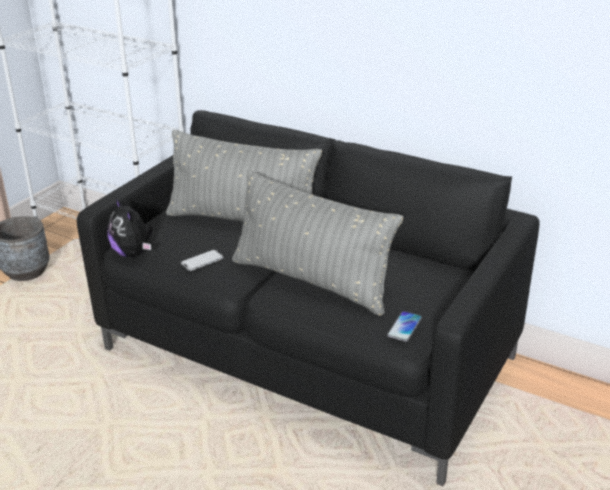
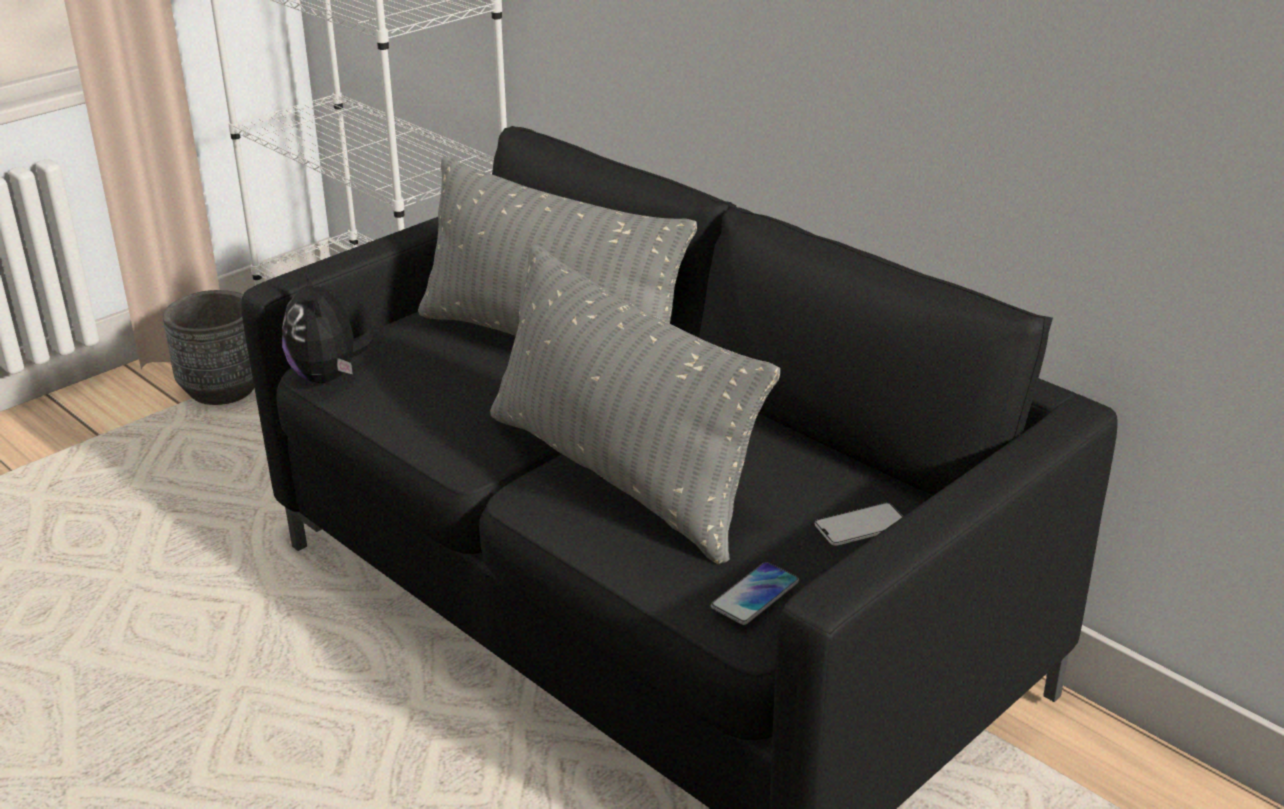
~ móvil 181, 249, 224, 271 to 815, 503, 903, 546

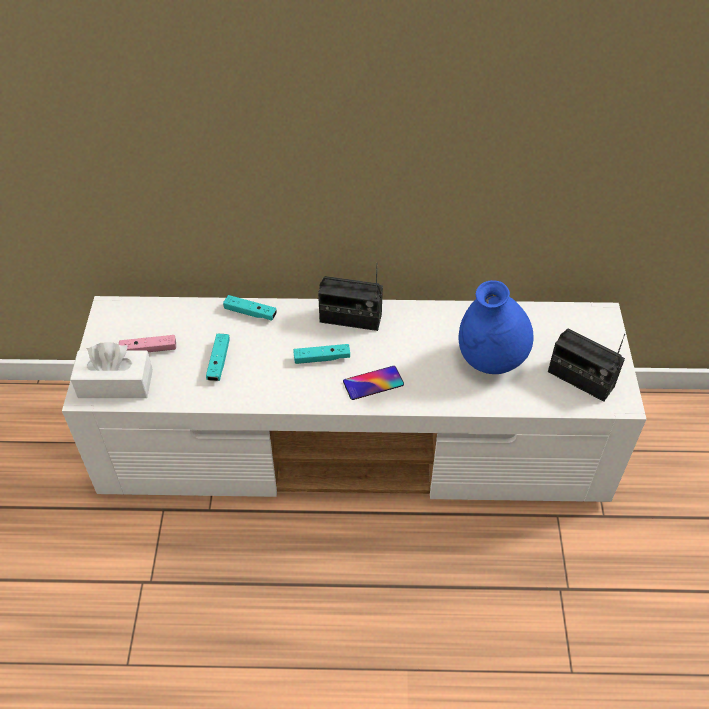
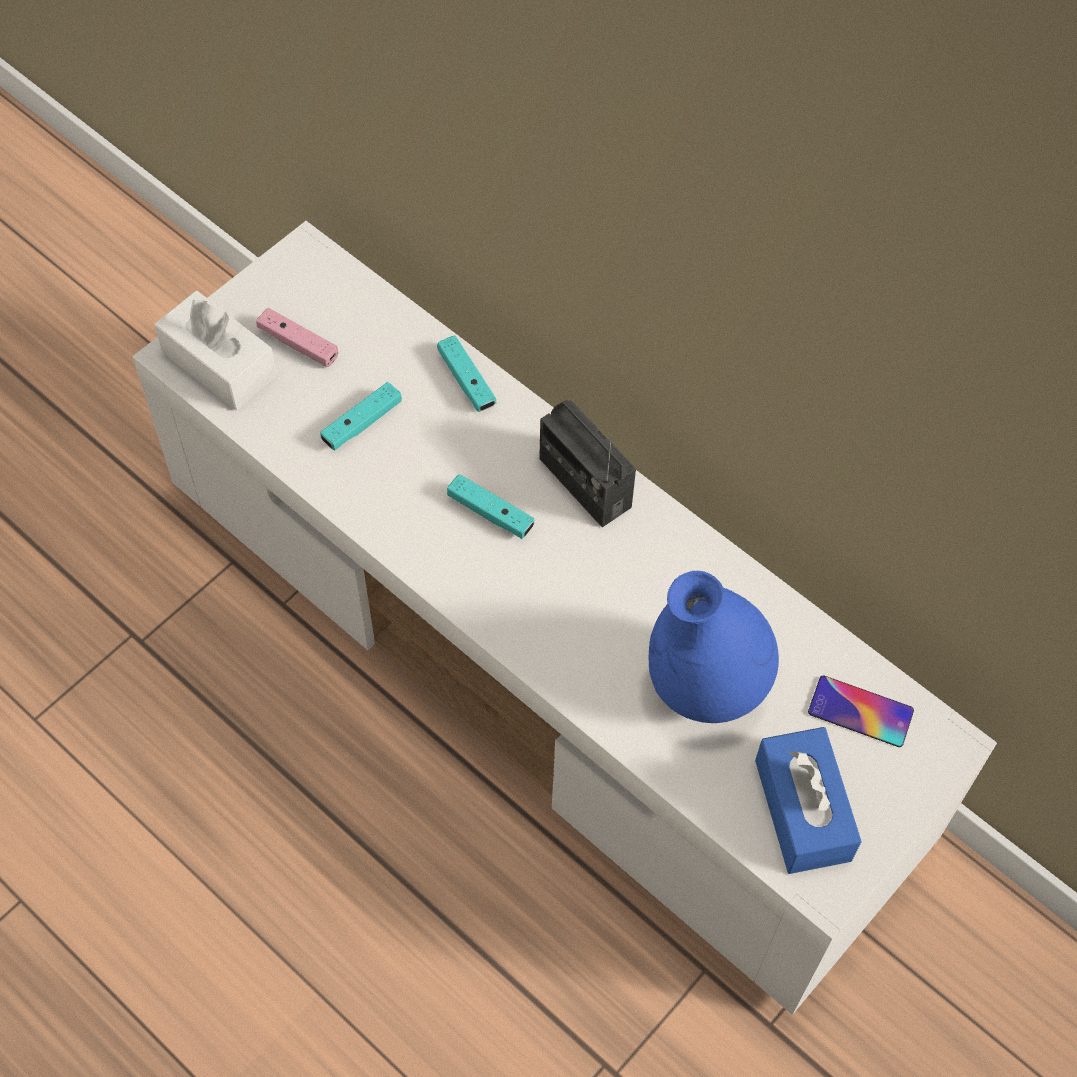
~ radio 548, 328, 625, 402 to caja de pañuelos/azul 755, 727, 862, 874
~ móvil 343, 366, 404, 400 to 808, 675, 914, 747

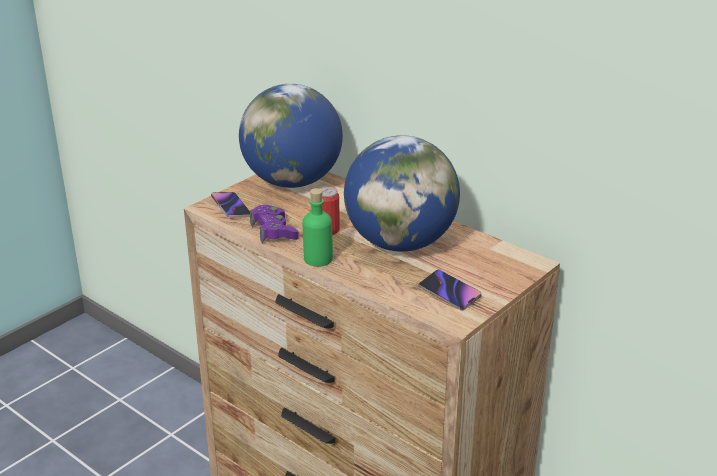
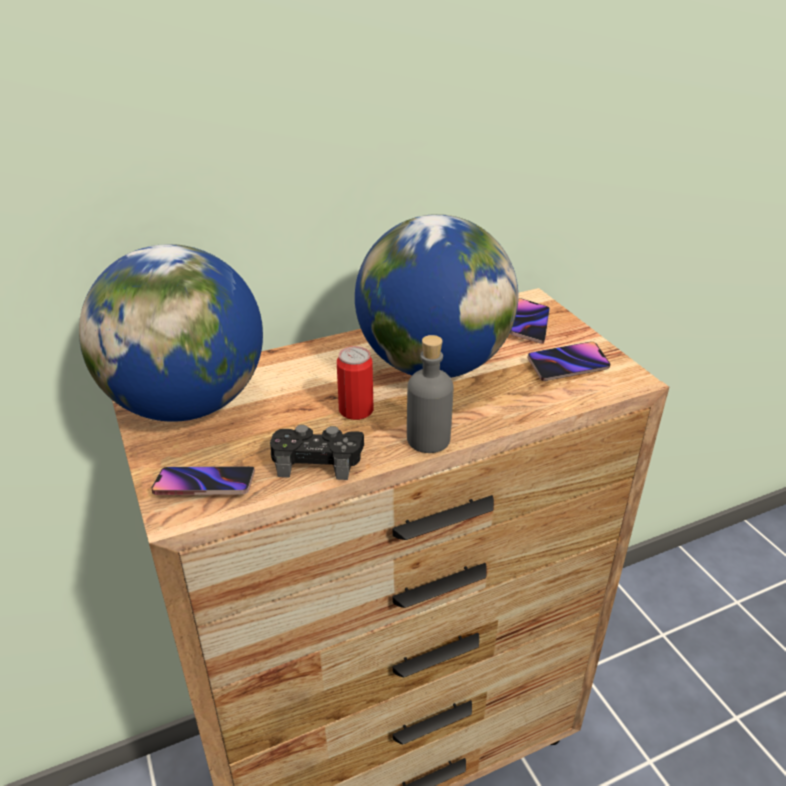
~ botella/verde 303, 188, 333, 267 to botella/gris 407, 335, 454, 453
~ mando de consola/morado 250, 205, 299, 243 to mando de consola/negro 270, 425, 364, 480
+ móvil 510, 298, 550, 344

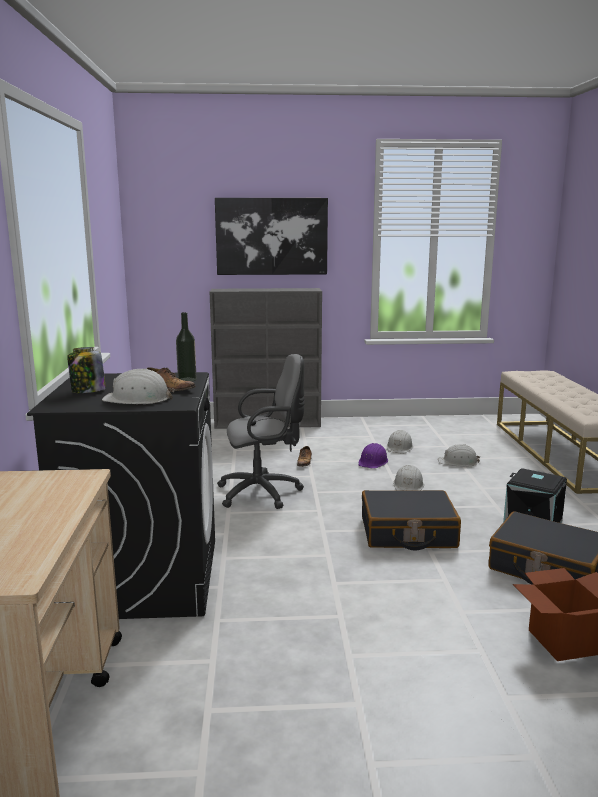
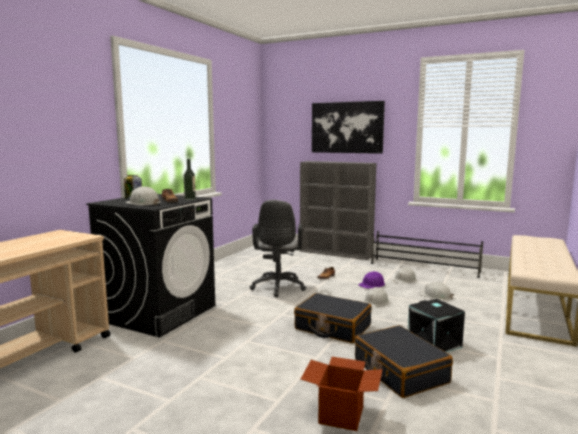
~ silla de oficina/gris 217, 354, 305, 509 = 250, 200, 306, 297 75 degrees clockwise
+ zapatero/negro 371, 231, 483, 278

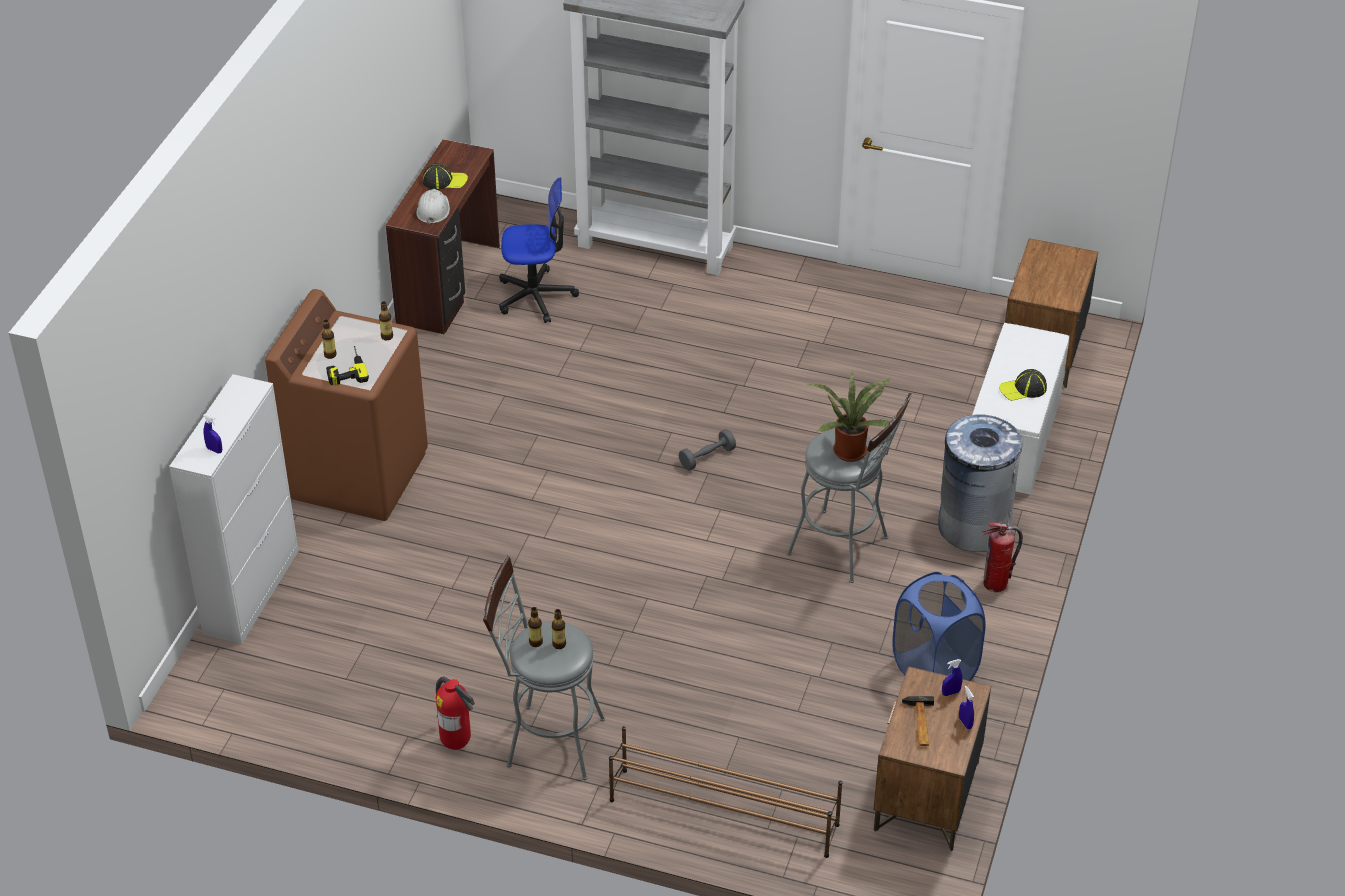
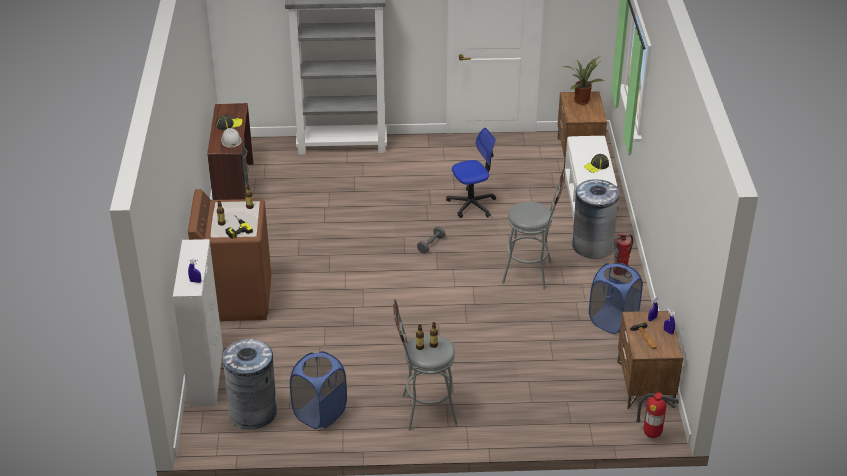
~ silla de oficina 499, 178, 579, 323 to 446, 128, 496, 218
~ planta en maceta 807, 372, 890, 462 to 563, 57, 604, 105
~ extintor 436, 676, 475, 750 to 636, 393, 679, 438
- zapatero/marrón 609, 726, 843, 858
+ papelera/gris 222, 339, 277, 430
+ cesto de la ropa/azul 290, 351, 347, 429

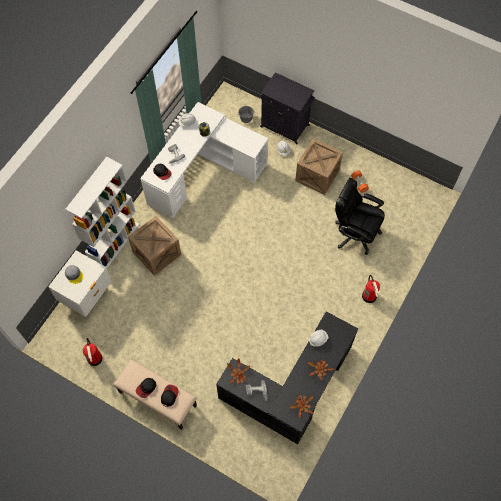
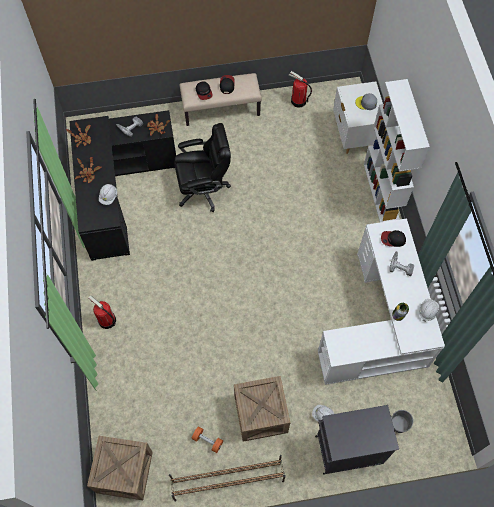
~ silla de oficina/negro 335, 178, 385, 255 to 174, 123, 231, 212
~ caja de embalaje 128, 216, 181, 276 to 87, 436, 153, 500
+ zapatero/marrón 169, 455, 286, 502

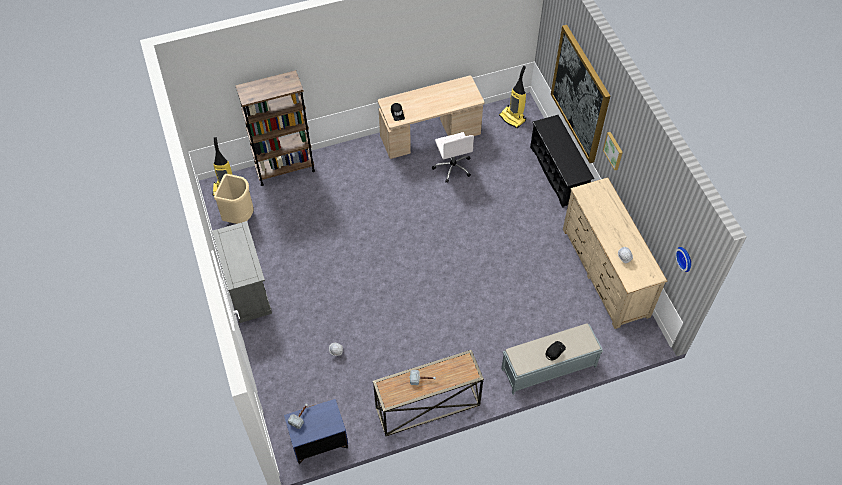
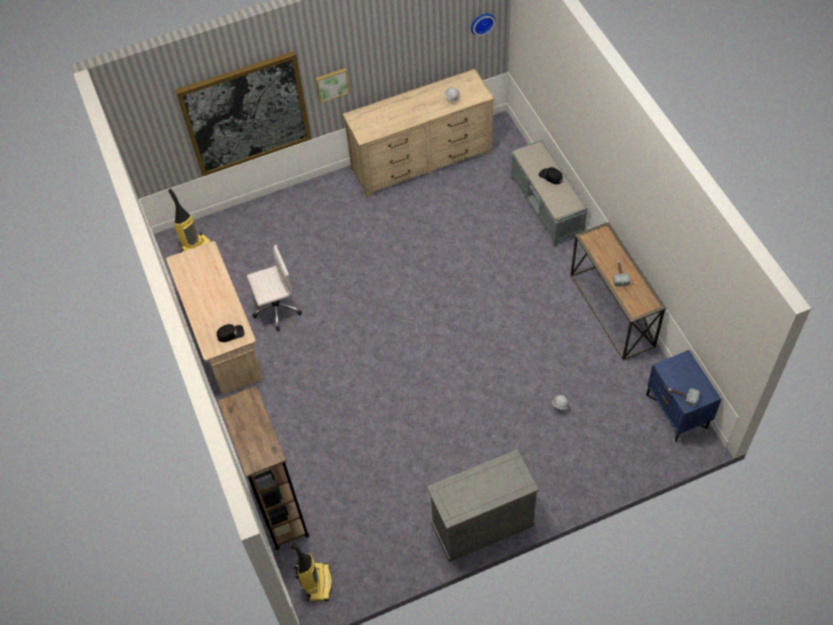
- zapatero/negro 530, 115, 594, 208
- papelera/beis 214, 174, 254, 224

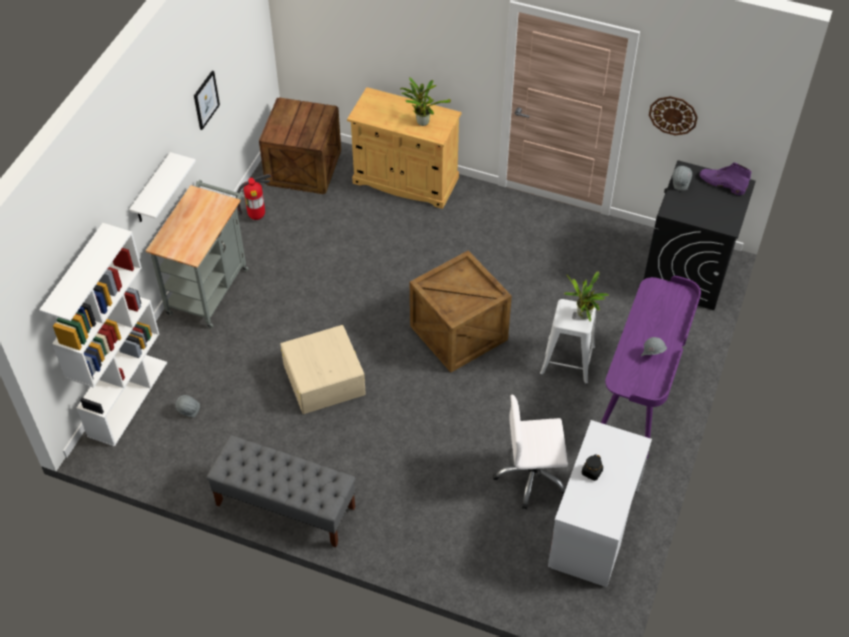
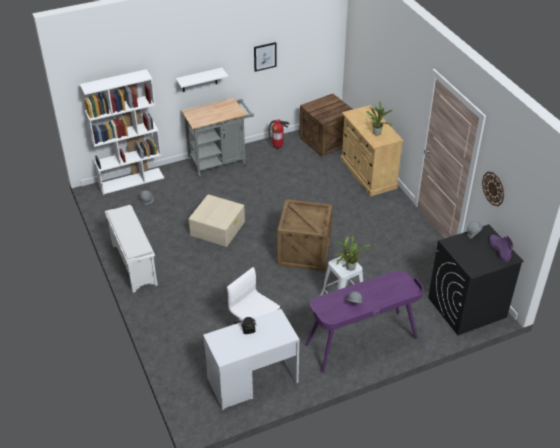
~ banco/gris 206, 435, 356, 547 to zapatero/blanco 105, 205, 158, 293

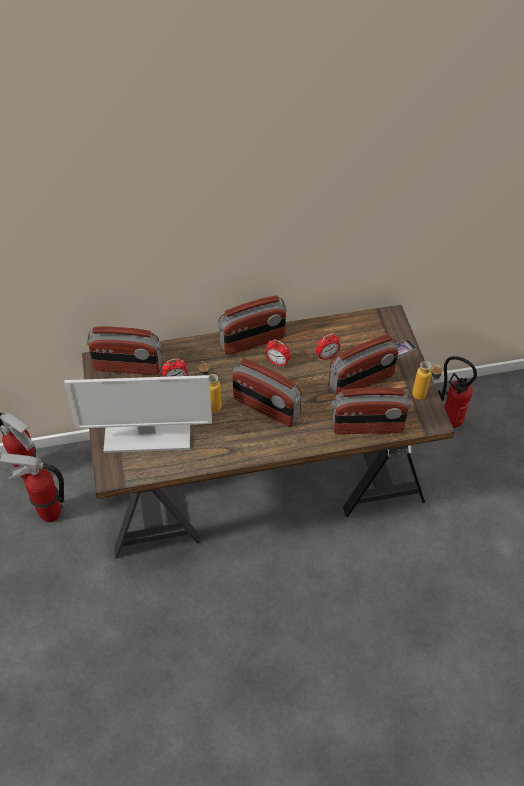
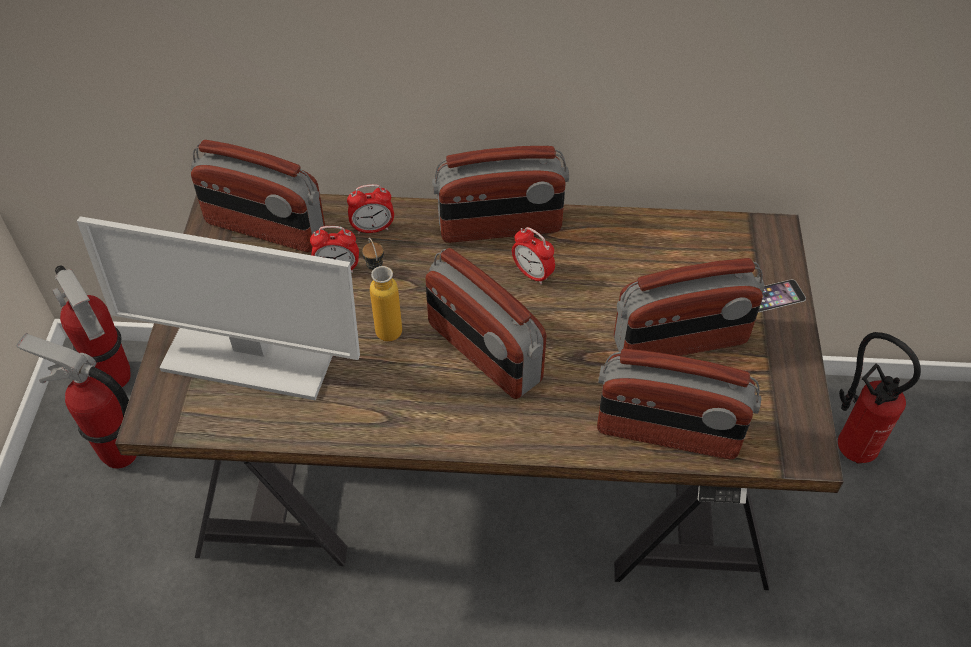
~ despertador 316, 333, 340, 361 to 347, 184, 394, 234
- botella 412, 361, 443, 400

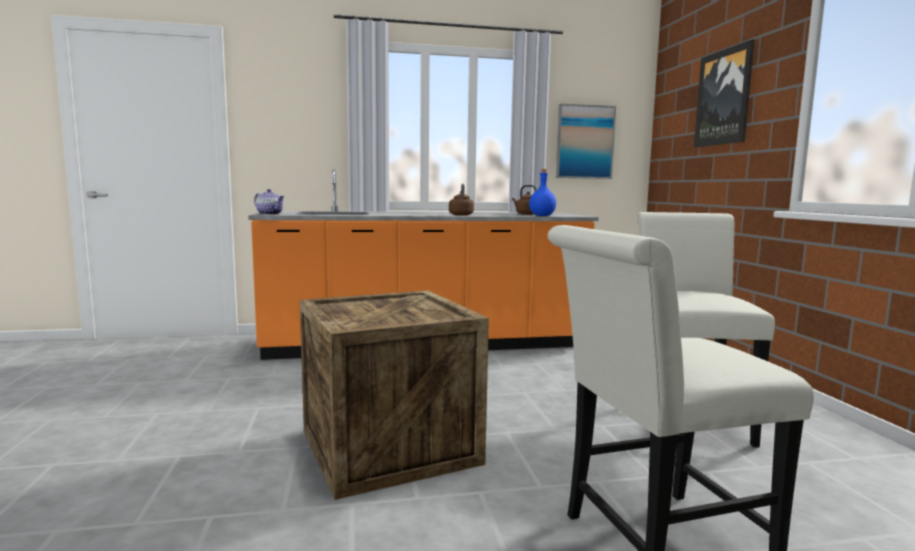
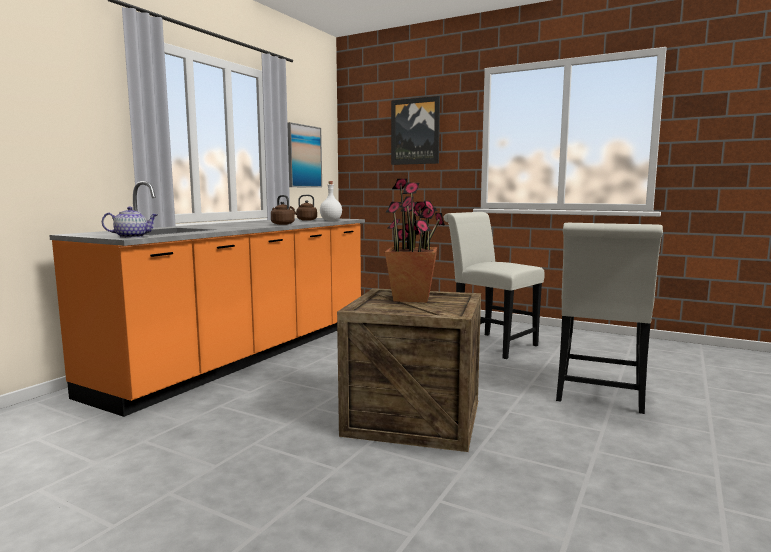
~ botella/azul 529, 169, 556, 216 to botella/blanco 320, 181, 342, 221
+ planta en maceta 385, 179, 445, 302

